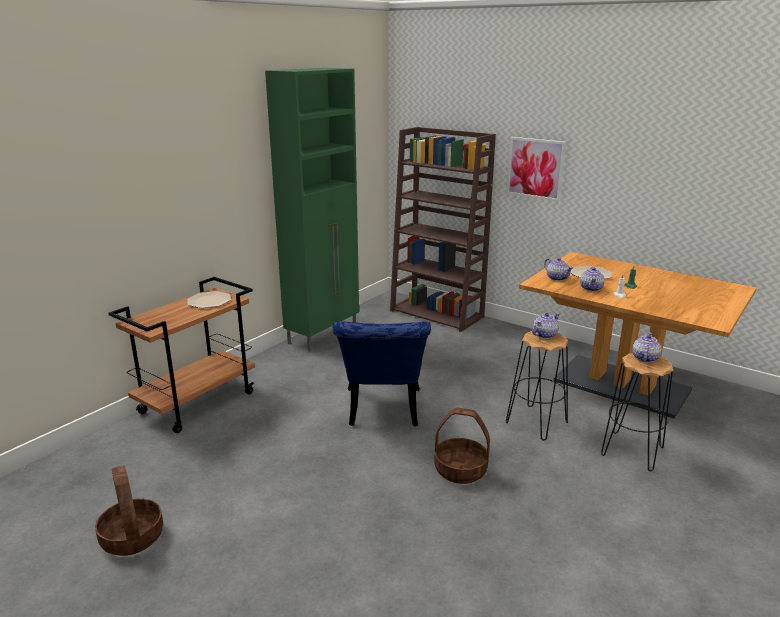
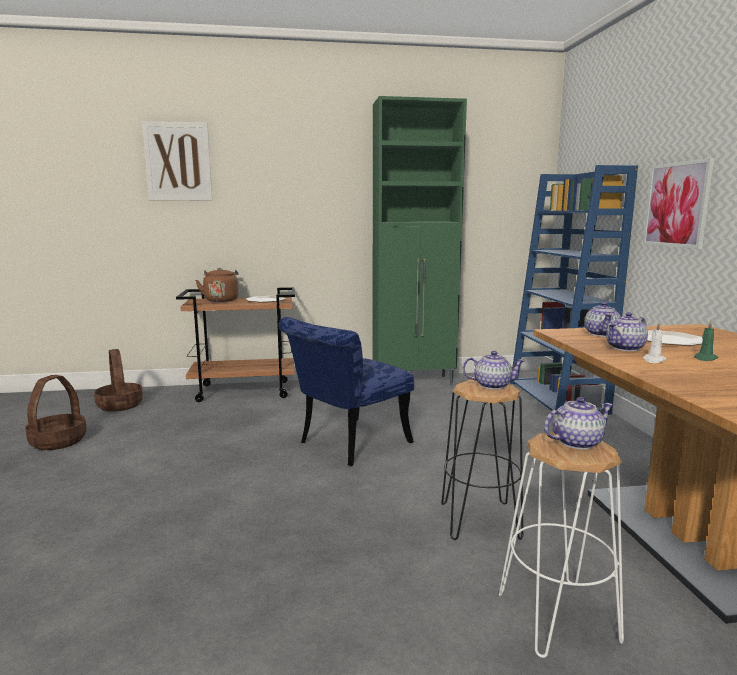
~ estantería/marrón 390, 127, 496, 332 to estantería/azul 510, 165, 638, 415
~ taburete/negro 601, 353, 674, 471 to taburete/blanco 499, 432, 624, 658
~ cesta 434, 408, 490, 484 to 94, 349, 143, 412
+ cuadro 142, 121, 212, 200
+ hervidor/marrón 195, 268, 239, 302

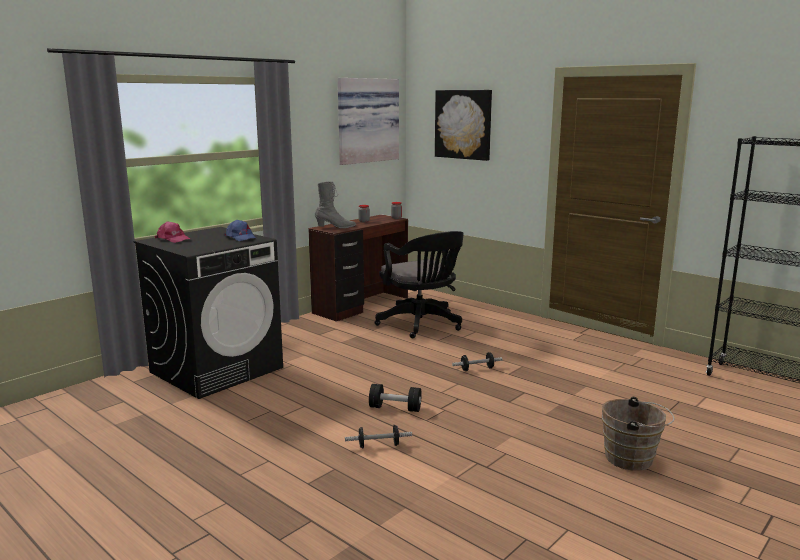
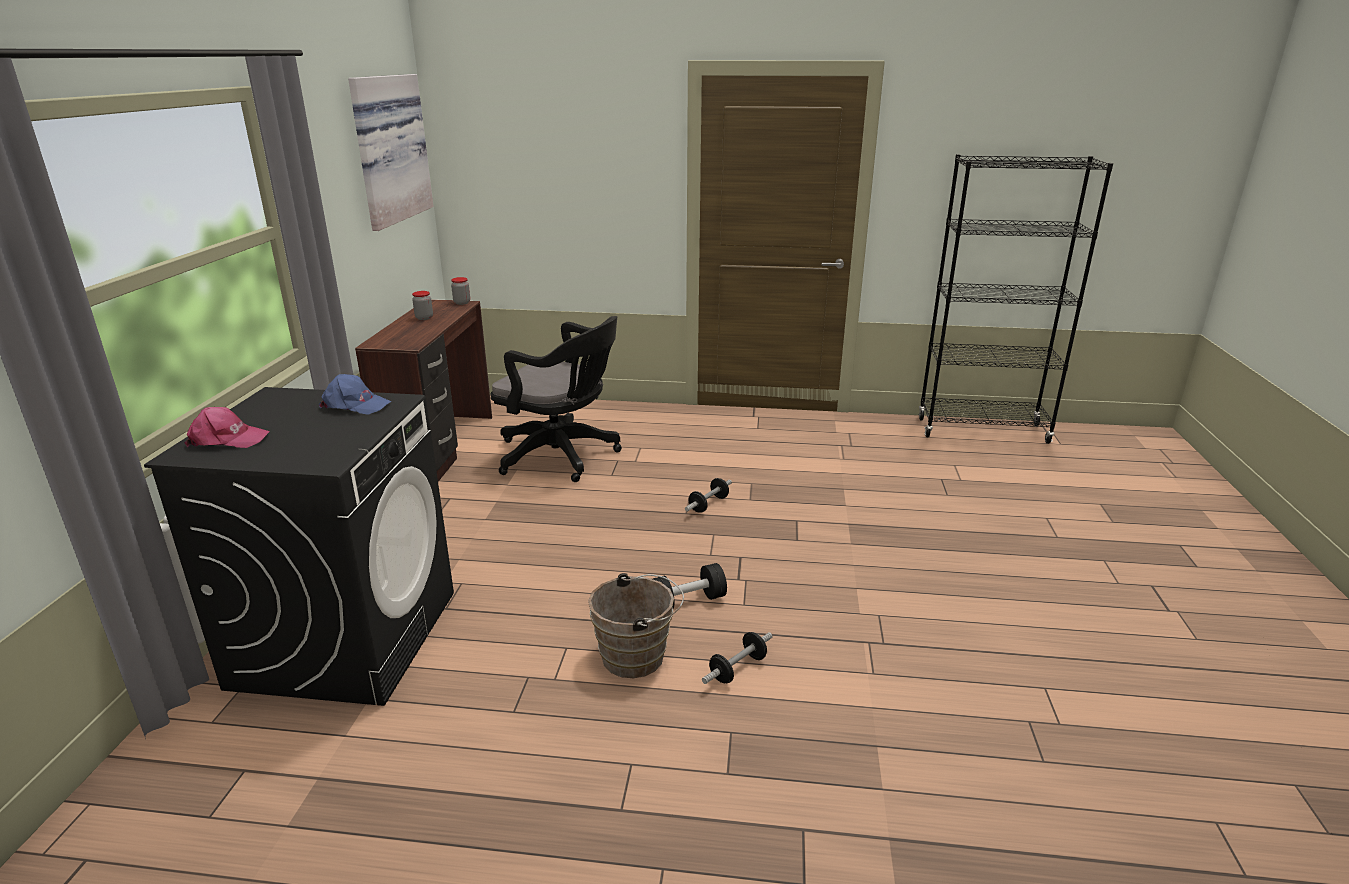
- cuadro 435, 90, 492, 161
- bota/gris 315, 182, 356, 228
~ cubo/marrón 602, 397, 675, 471 to 588, 573, 684, 678

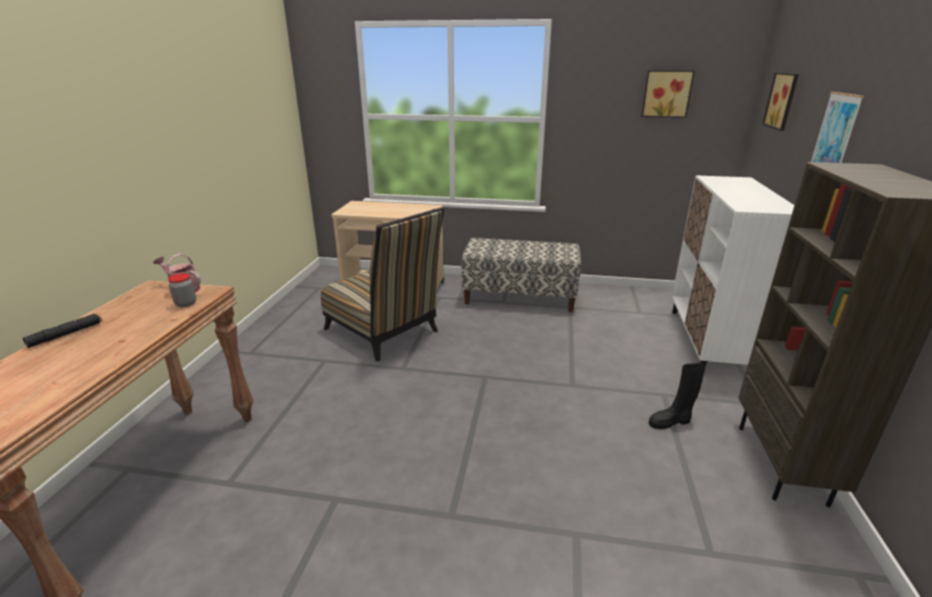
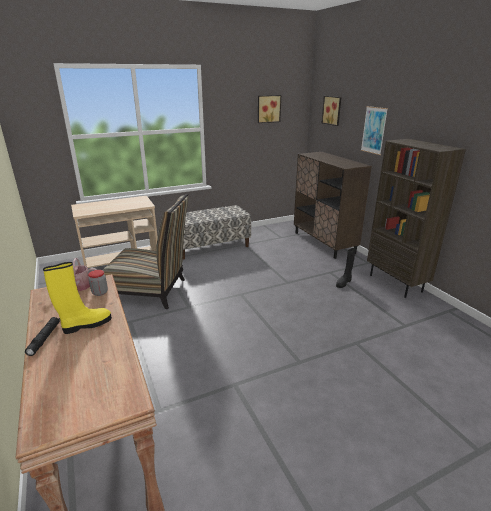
~ armario/blanco 672, 175, 794, 372 to armario/marrón 294, 152, 372, 259
+ bota/amarillo 43, 262, 112, 334

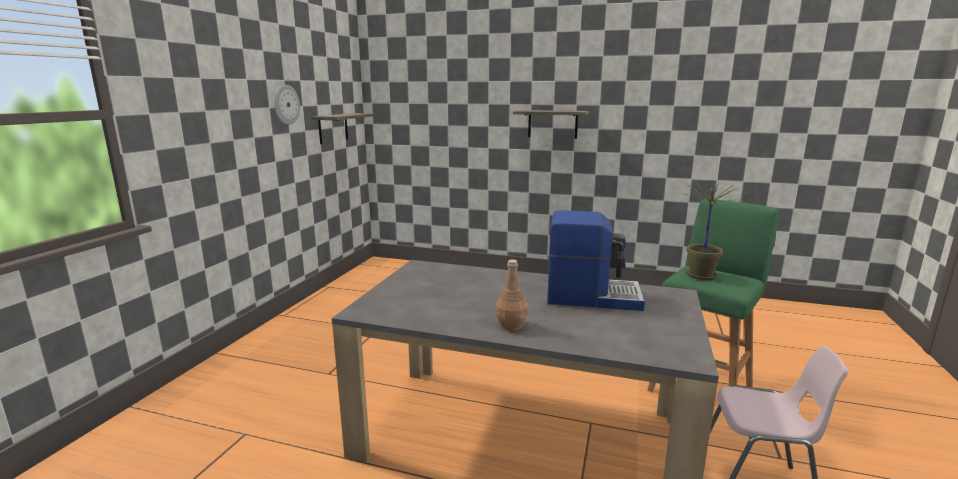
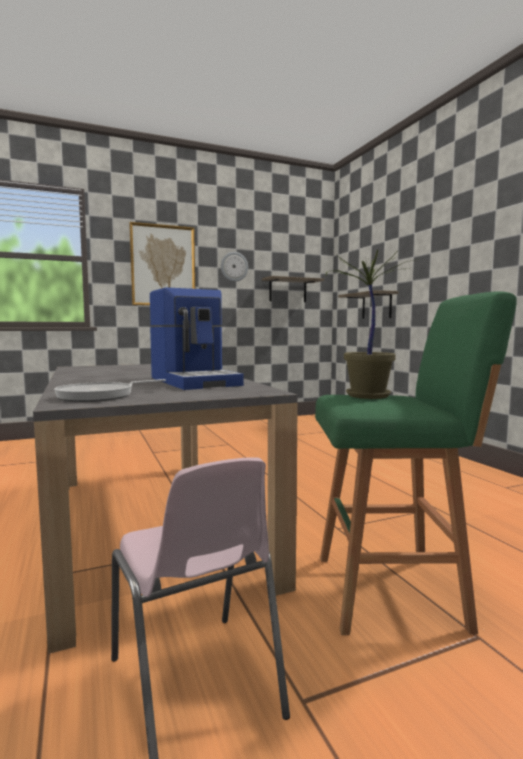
~ estante 513, 110, 589, 139 to 338, 290, 398, 319
- botella/marrón 496, 259, 528, 331
+ cuadro 129, 222, 195, 305
+ sartén 54, 379, 166, 402

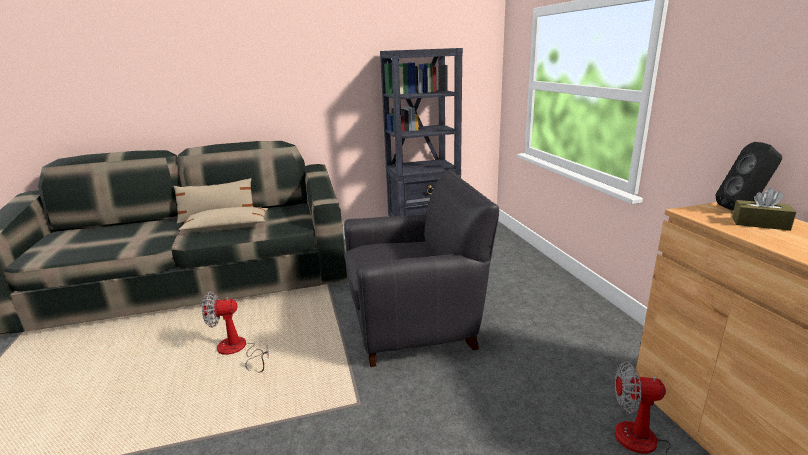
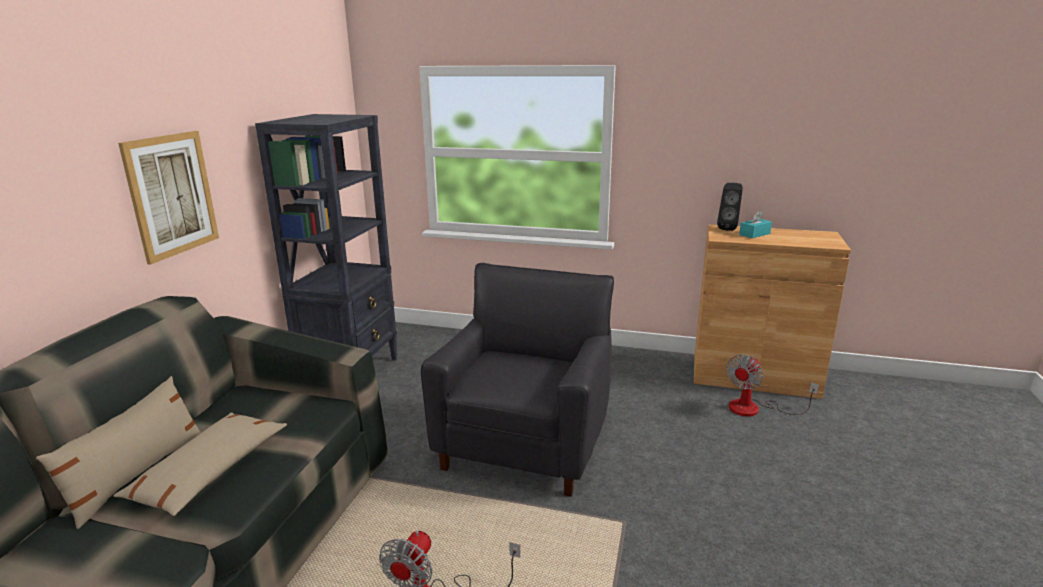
~ caja de pañuelos/marrón 732, 188, 796, 231 to caja de pañuelos/turquesa 739, 210, 772, 238
+ cuadro 118, 131, 219, 265

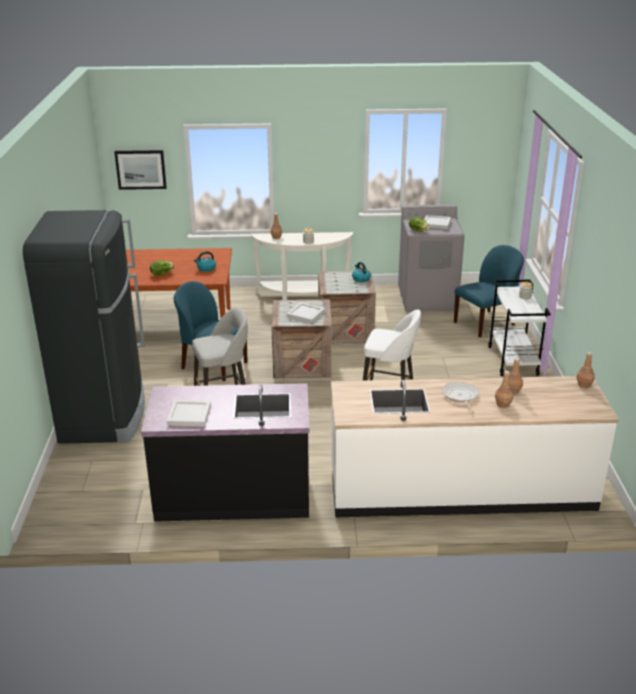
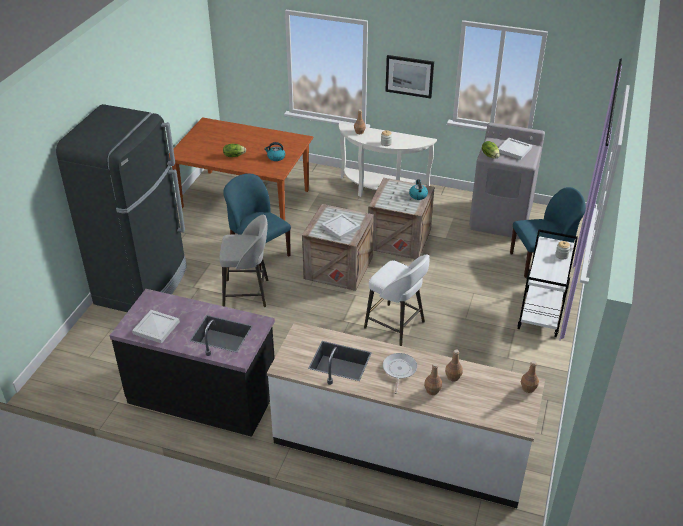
~ cuadro 114, 150, 167, 190 to 385, 55, 434, 98

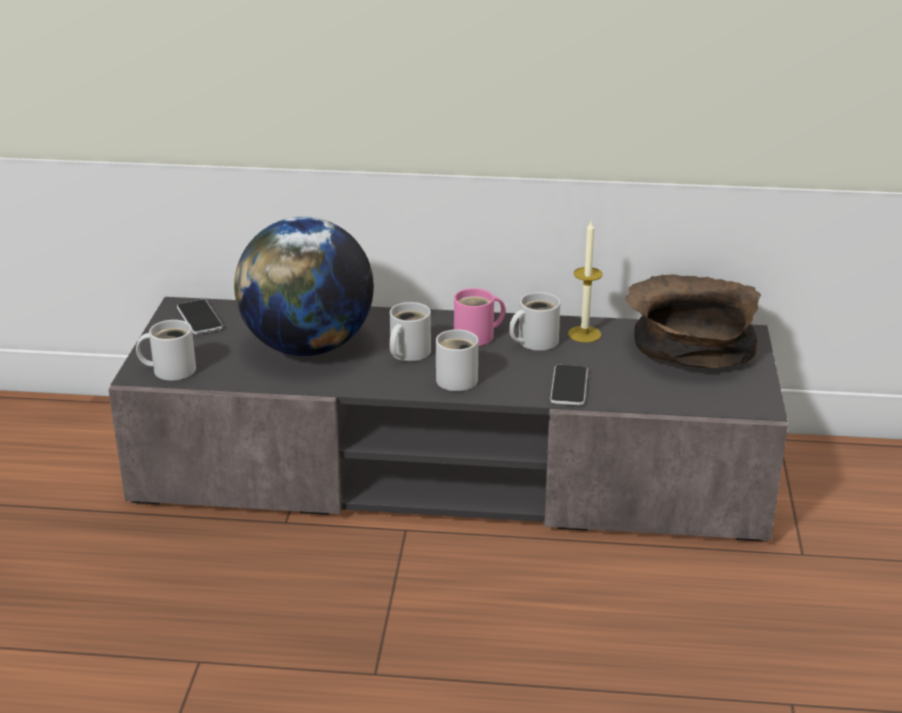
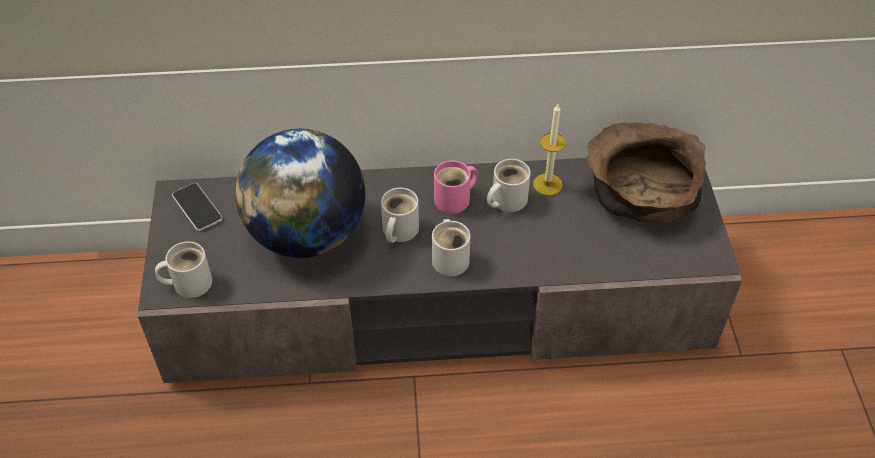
- móvil 550, 365, 588, 405

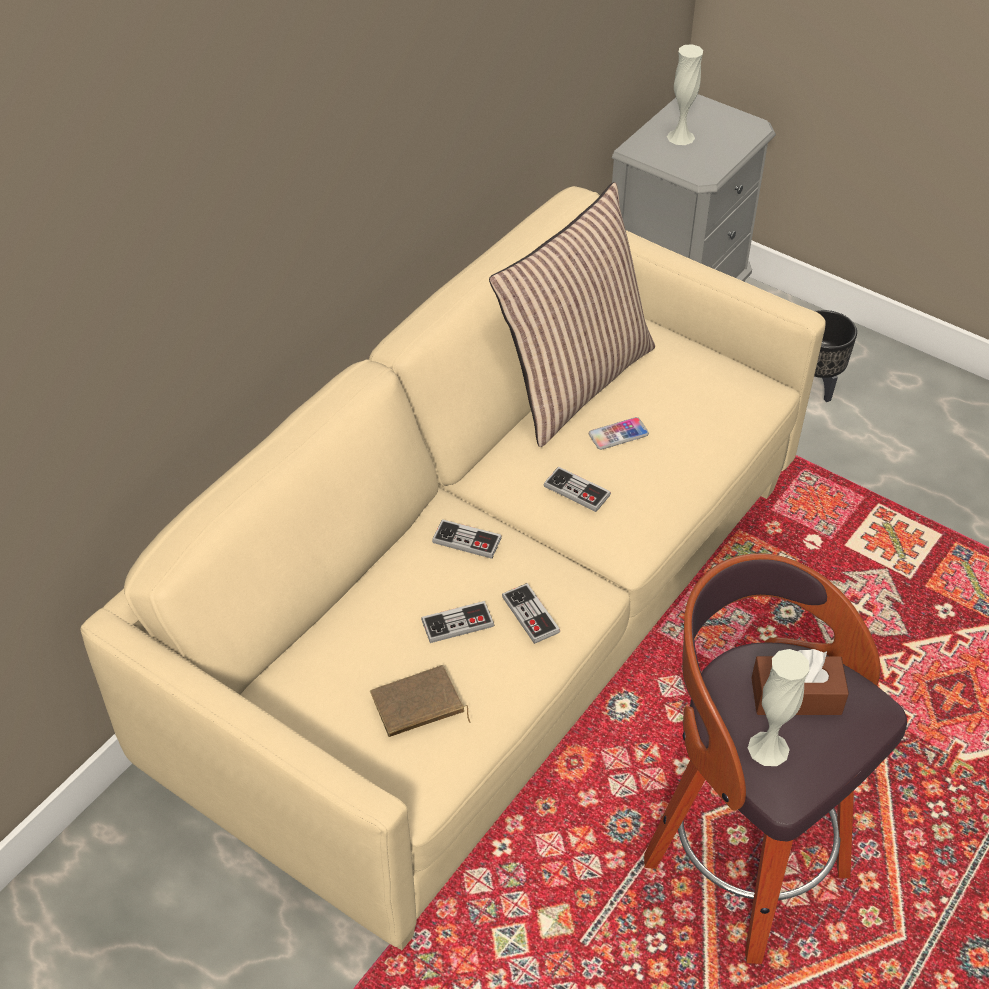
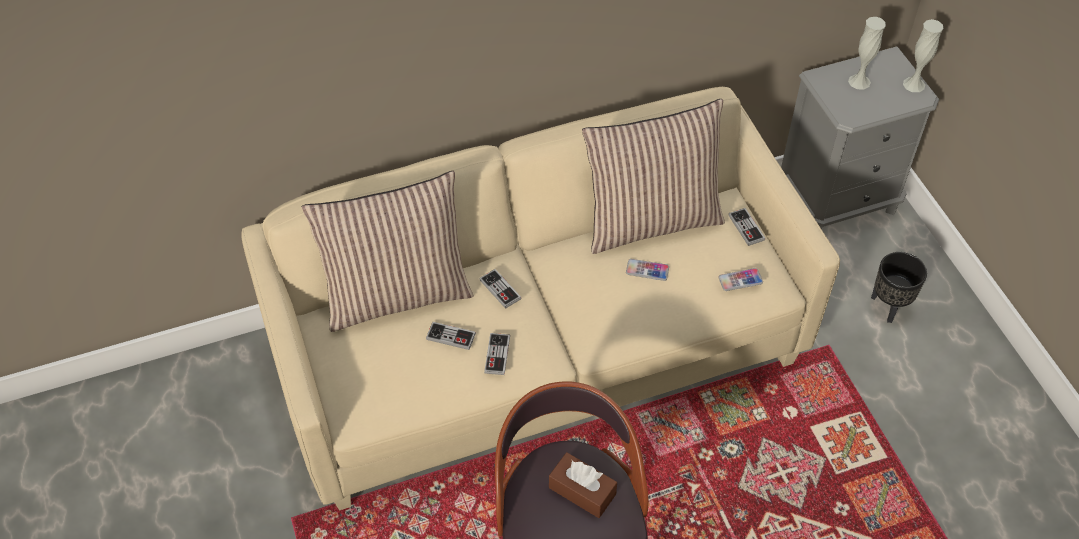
~ mando de consola 544, 466, 611, 512 to 728, 208, 765, 246
~ florero/blanco 748, 649, 809, 766 to 903, 19, 944, 92
- libro/marrón 370, 665, 471, 737
+ cojín 302, 171, 474, 332
+ móvil 718, 268, 763, 291

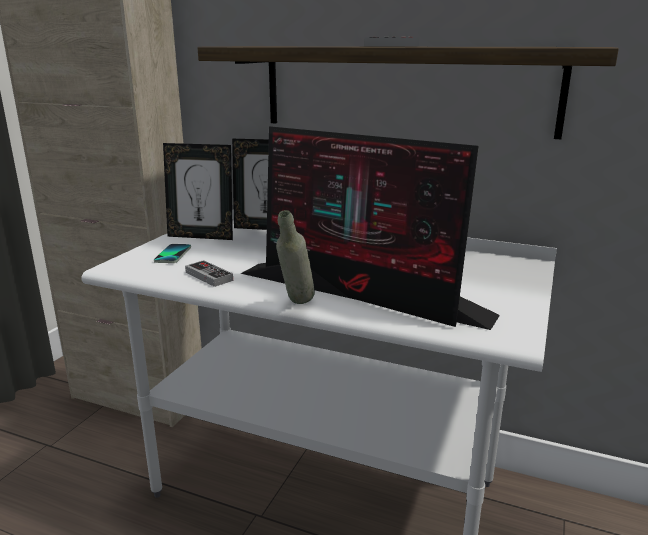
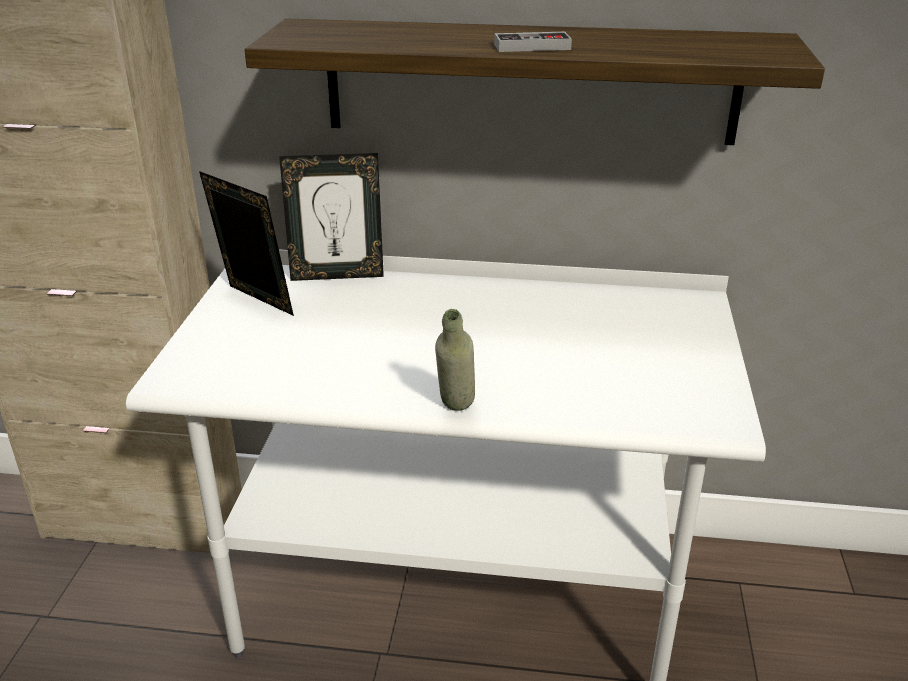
- monitor 241, 126, 500, 330
~ portarretratos 163, 143, 233, 240 = 199, 171, 294, 316 135 degrees counterclockwise
- móvil 154, 244, 191, 263
- mando de consola 185, 260, 233, 287

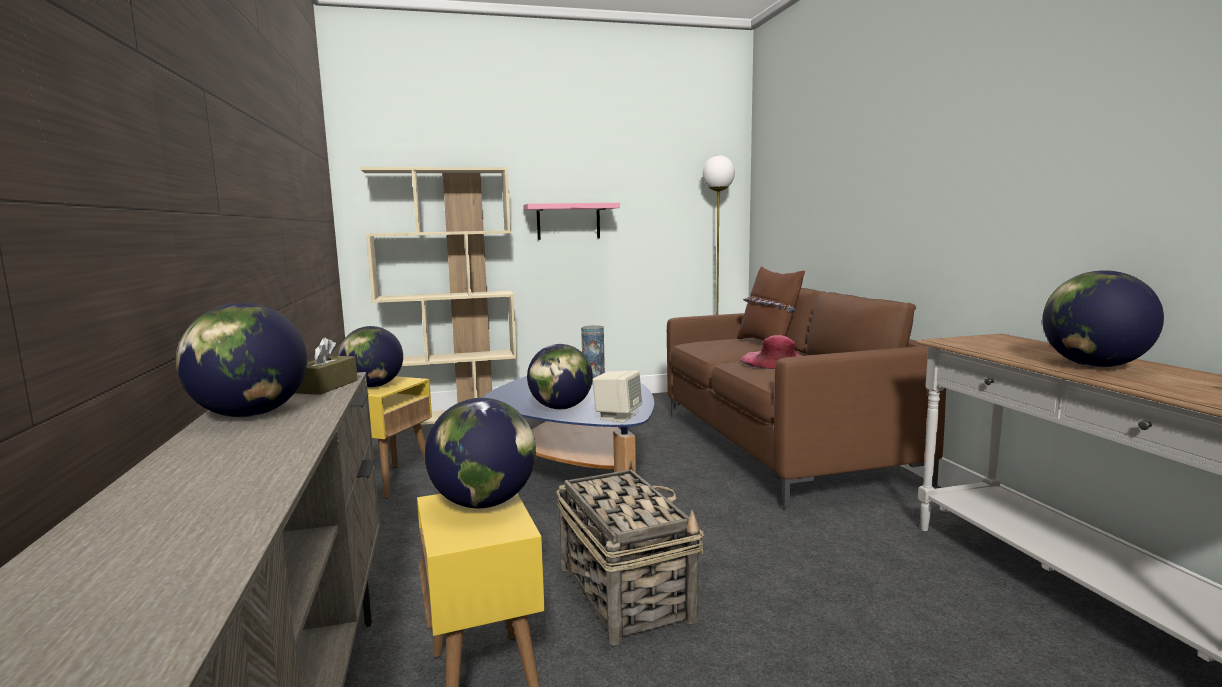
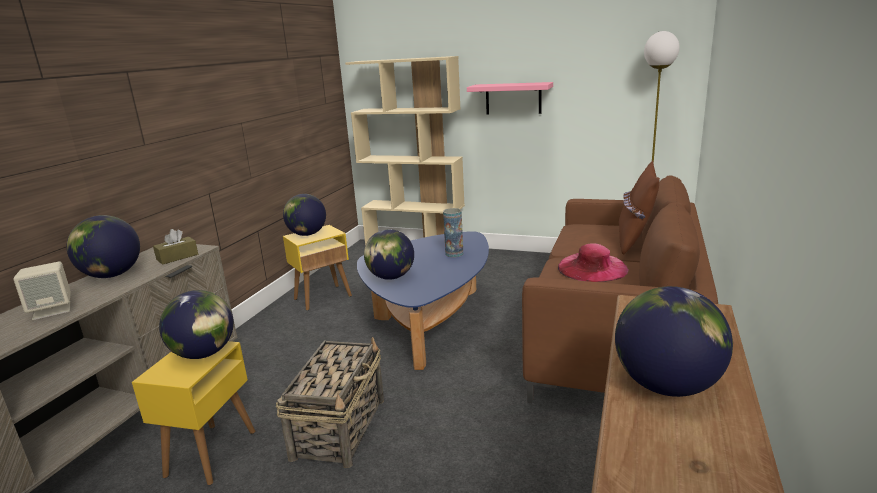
~ altavoz/beis 593, 371, 642, 423 to 13, 261, 71, 320

